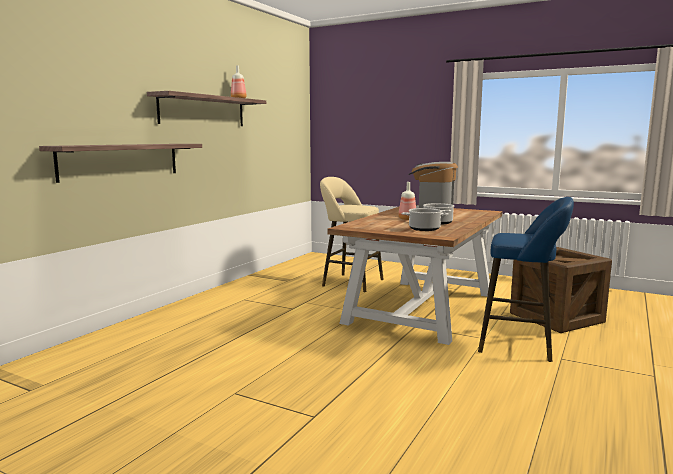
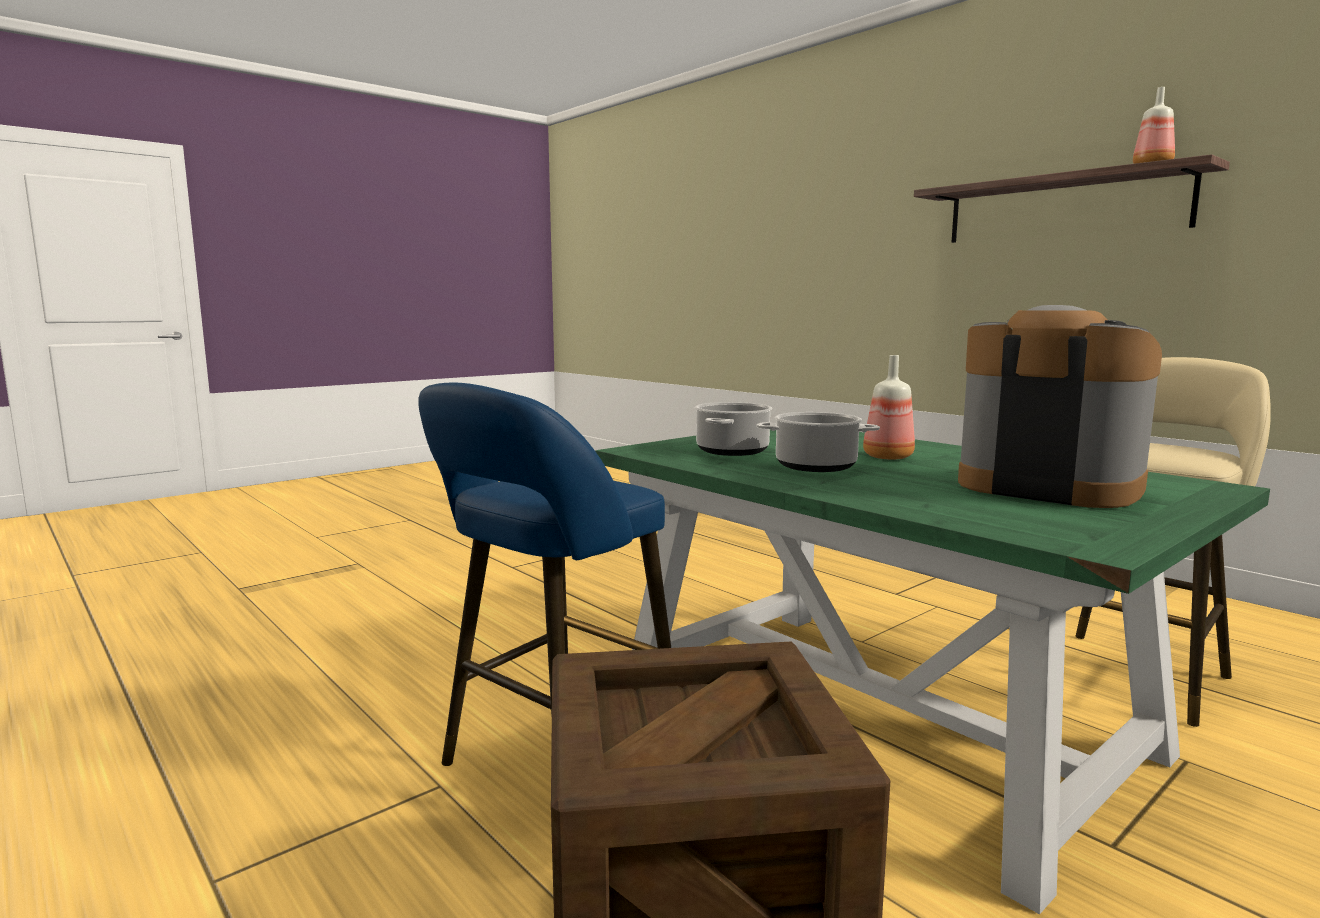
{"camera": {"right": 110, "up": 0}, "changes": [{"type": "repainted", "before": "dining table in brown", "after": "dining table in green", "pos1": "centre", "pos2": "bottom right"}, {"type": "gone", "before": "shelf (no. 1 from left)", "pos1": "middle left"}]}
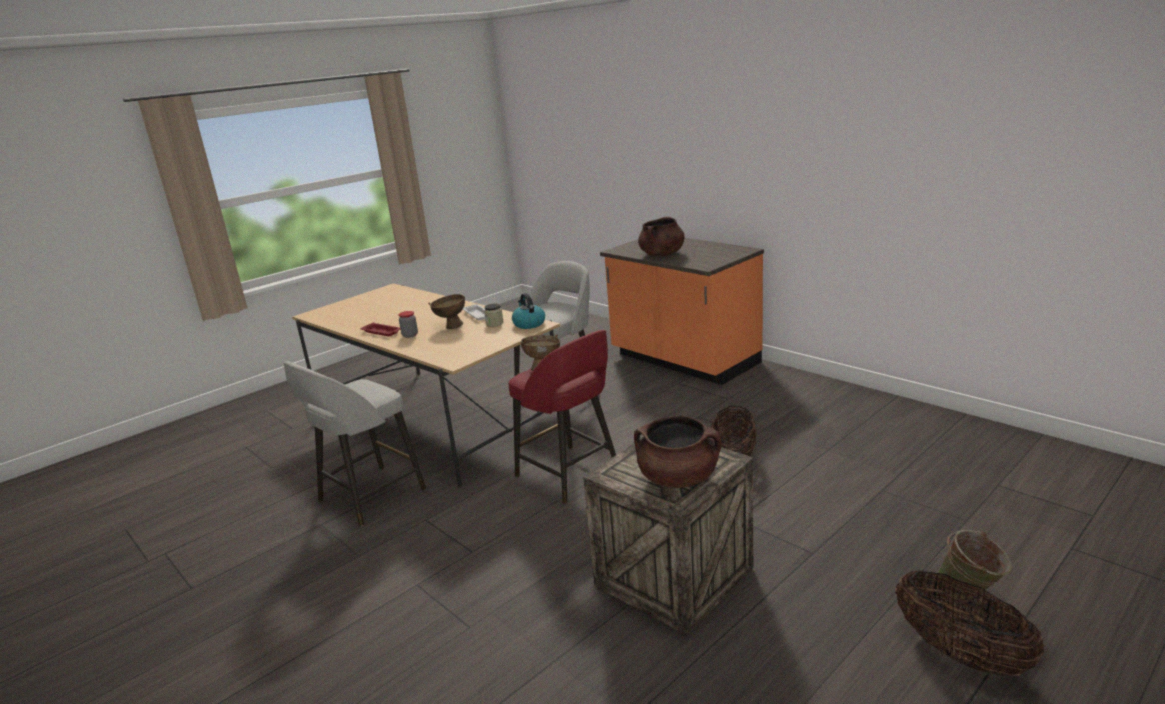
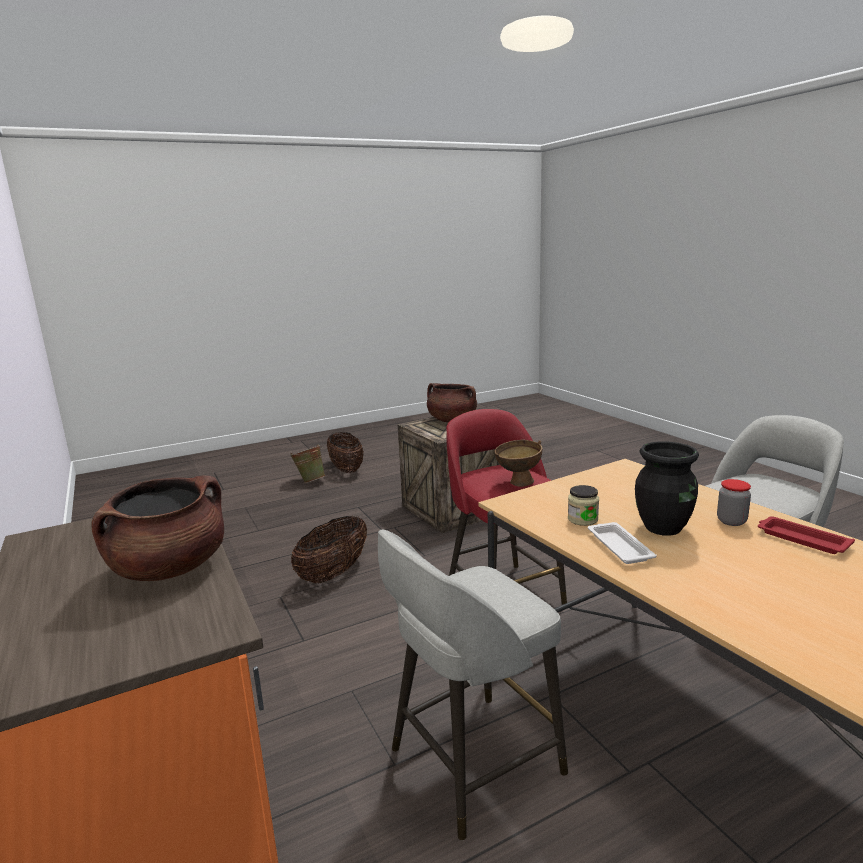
{"camera": {"right": -165, "up": -5}, "changes": [{"type": "swapped", "before": "bowl in brown (no. 1 from left)", "after": "vase in black", "pos1": "centre", "pos2": "middle right"}, {"type": "gone", "before": "kettle", "pos1": "centre"}]}
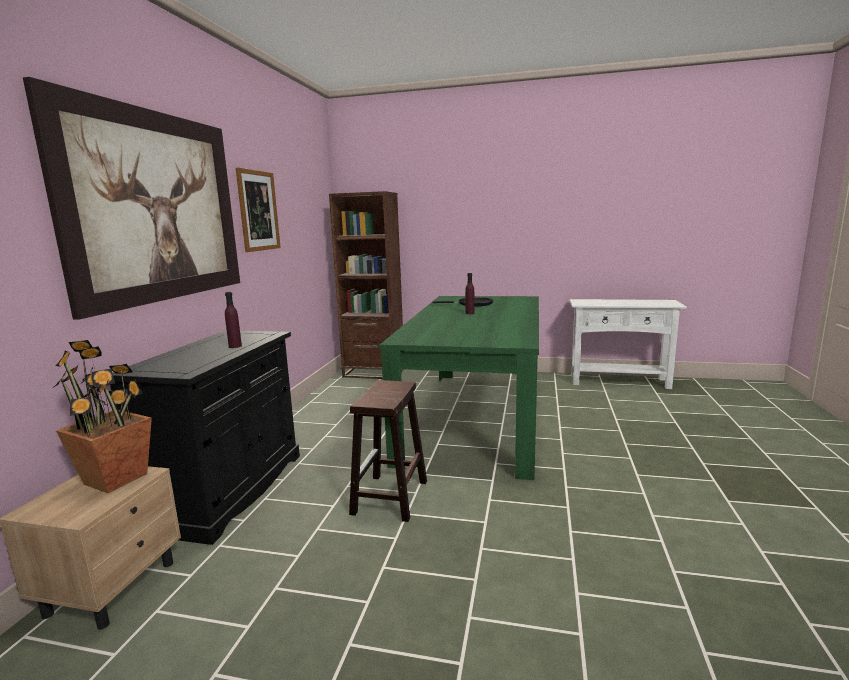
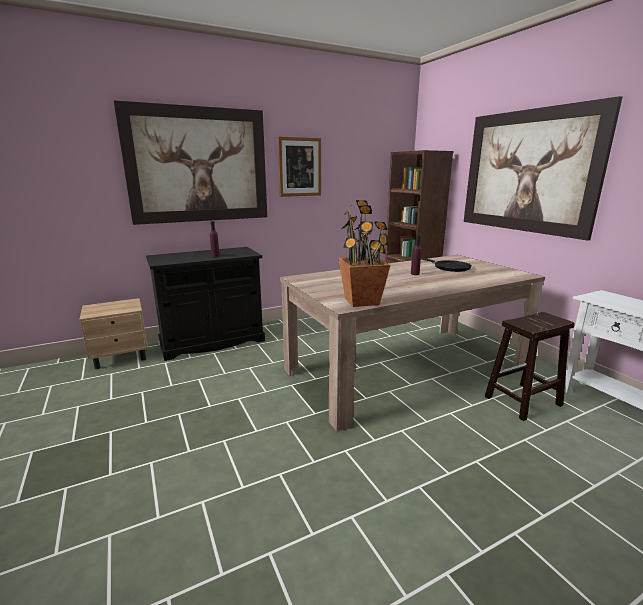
{"camera": {"right": 50, "up": 5}, "changes": [{"type": "repainted", "before": "dining table in green", "after": "dining table in beige", "pos1": "centre", "pos2": "centre"}, {"type": "shifted", "before": "potted plant", "pos1": "middle left", "pos2": "centre"}, {"type": "new", "after": "picture (no. 3 from left)", "pos2": "top right"}, {"type": "shifted", "before": "stool in brown", "pos1": "centre", "pos2": "middle right"}]}
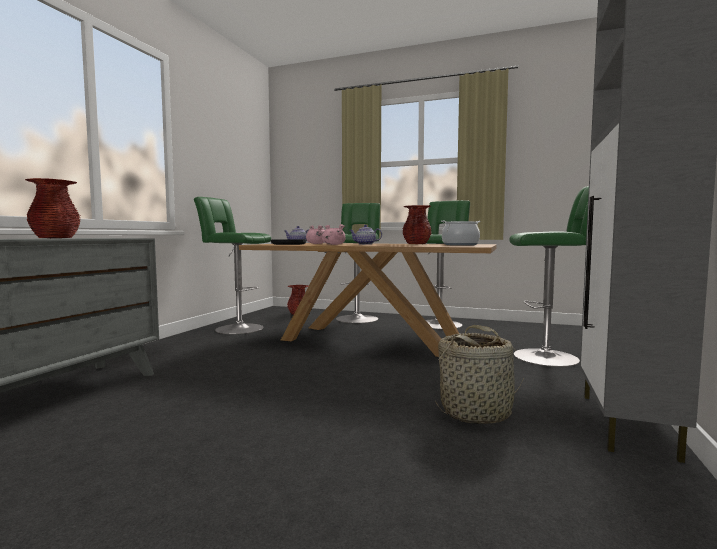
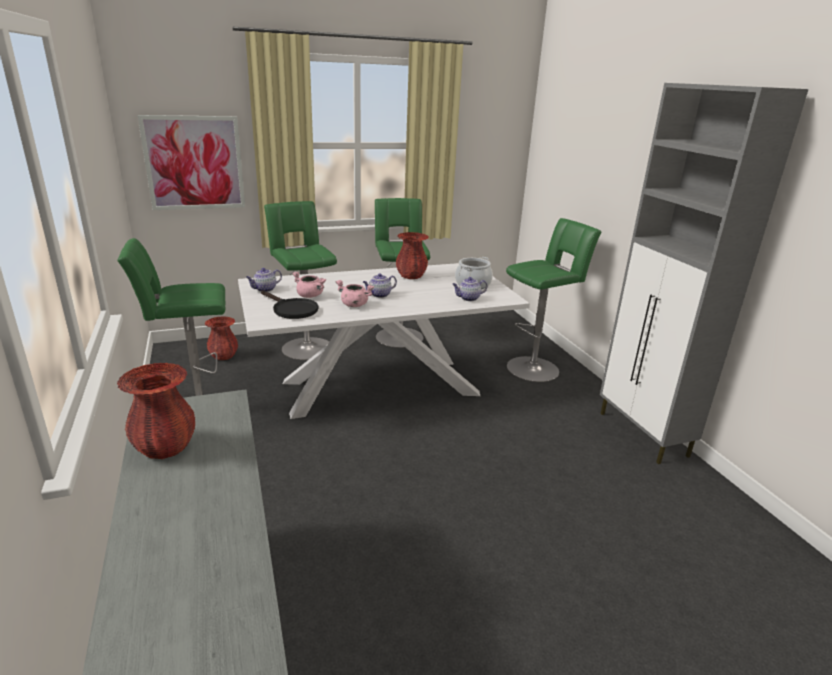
{"camera": {"right": -40, "up": 20}, "changes": [{"type": "new", "after": "picture", "pos2": "top left"}, {"type": "repainted", "before": "dining table in brown", "after": "dining table in white", "pos1": "centre", "pos2": "centre"}, {"type": "new", "after": "teapot (no. 3 from left)", "pos2": "centre"}, {"type": "gone", "before": "basket", "pos1": "bottom right"}]}
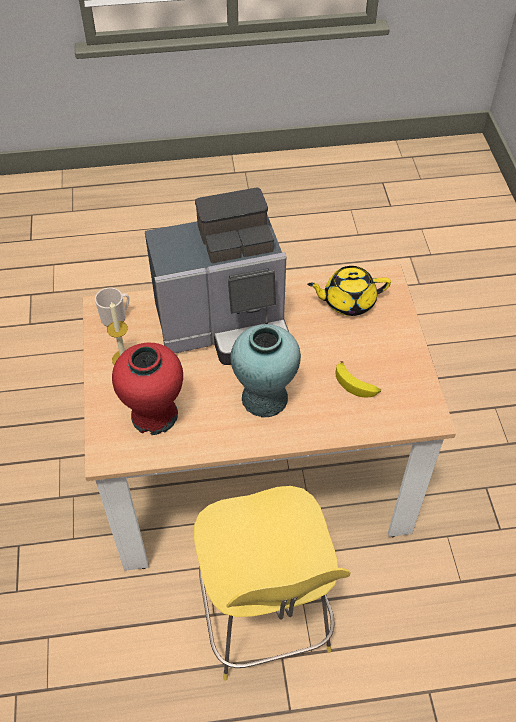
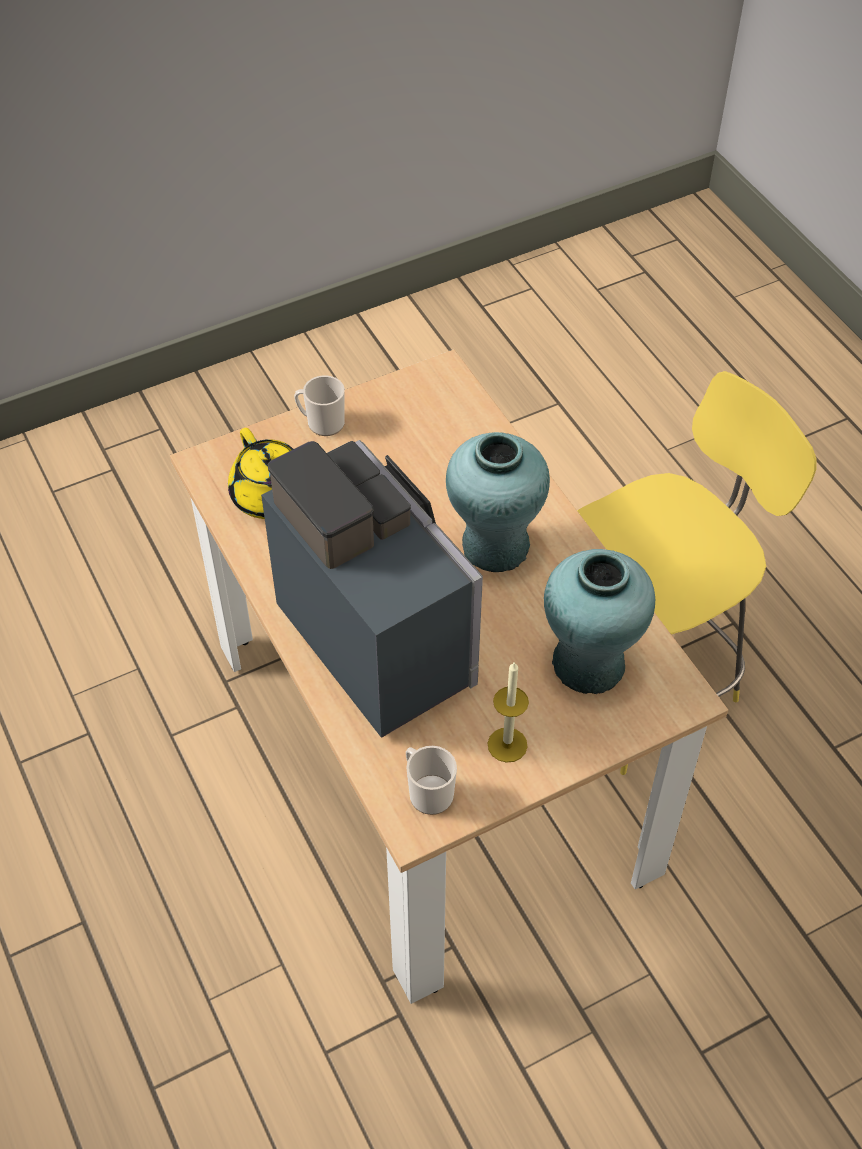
{"camera": {"right": -110, "up": 0}, "changes": [{"type": "new", "after": "mug (no. 1 from left)", "pos2": "centre"}, {"type": "repainted", "before": "vase in red", "after": "vase in turquoise (no. 2 from left)", "pos1": "middle left", "pos2": "middle right"}, {"type": "gone", "before": "banana", "pos1": "middle right"}]}
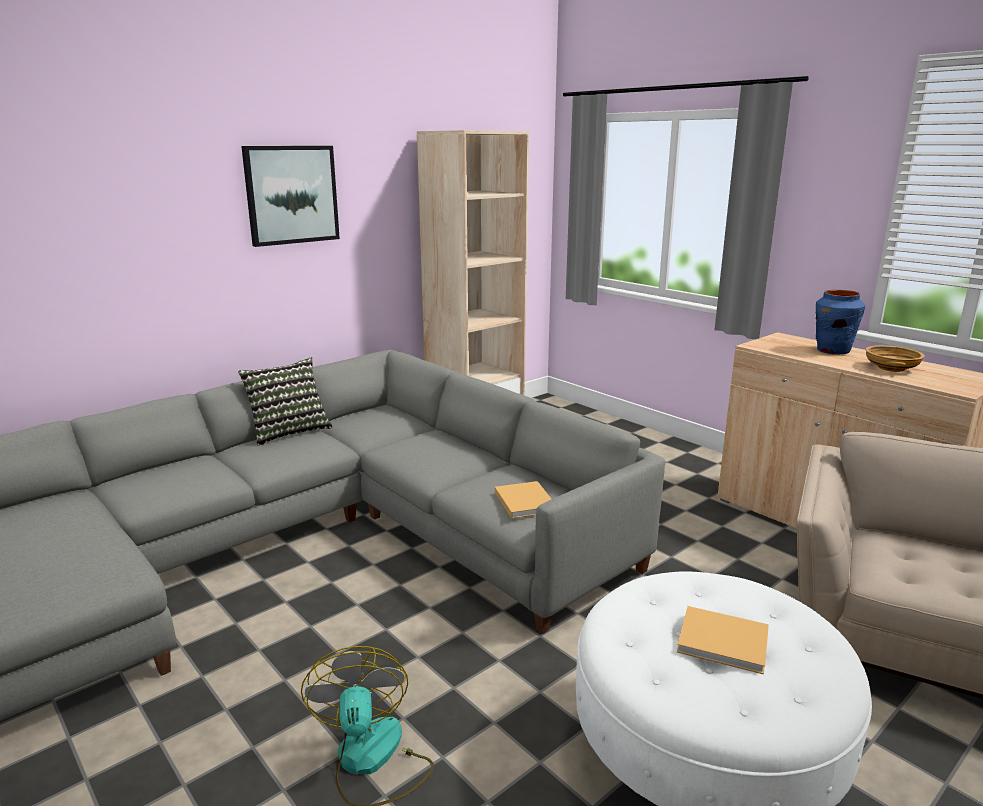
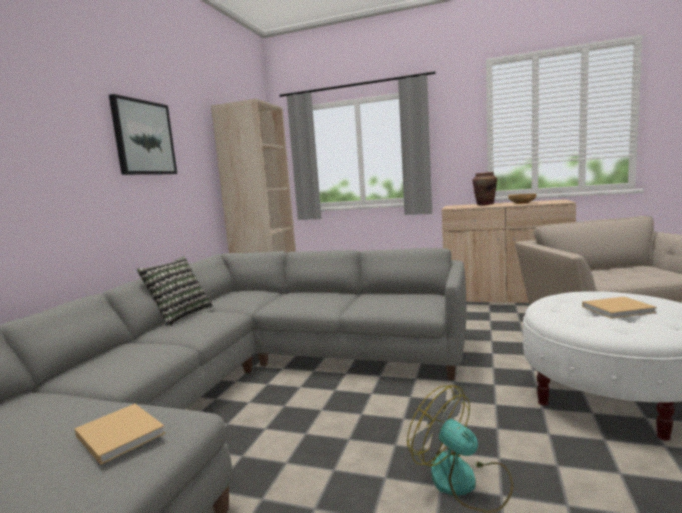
{"camera": {"right": -30, "up": -10}, "changes": [{"type": "shifted", "before": "book in beige (no. 1 from left)", "pos1": "centre", "pos2": "bottom left"}, {"type": "repainted", "before": "vase in blue", "after": "vase in brown", "pos1": "middle right", "pos2": "middle right"}]}
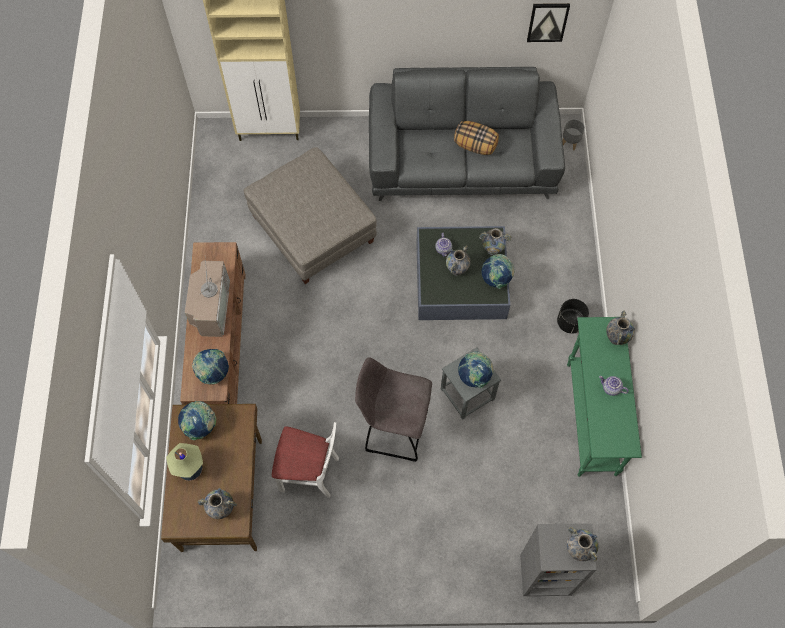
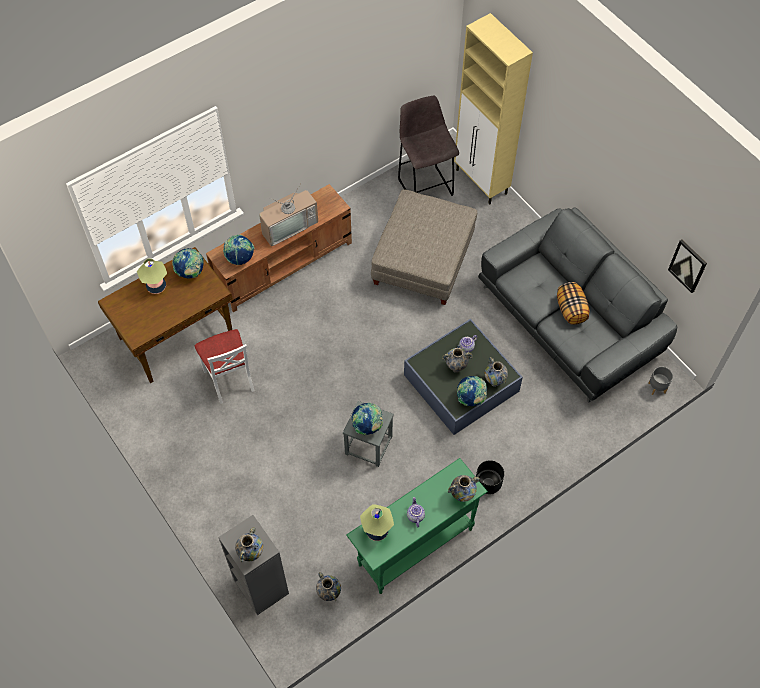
{"camera": {"right": 55, "up": -5}, "changes": [{"type": "shifted", "before": "vase (no. 1 from left in the first image)", "after": "vase (no. 2 from left)", "pos1": "bottom left", "pos2": "bottom centre"}, {"type": "new", "after": "table lamp (no. 2 from left)", "pos2": "bottom centre"}, {"type": "shifted", "before": "stool in grey (no. 1 from left in the first image)", "after": "stool in grey (no. 2 from left)", "pos1": "centre", "pos2": "top centre"}]}
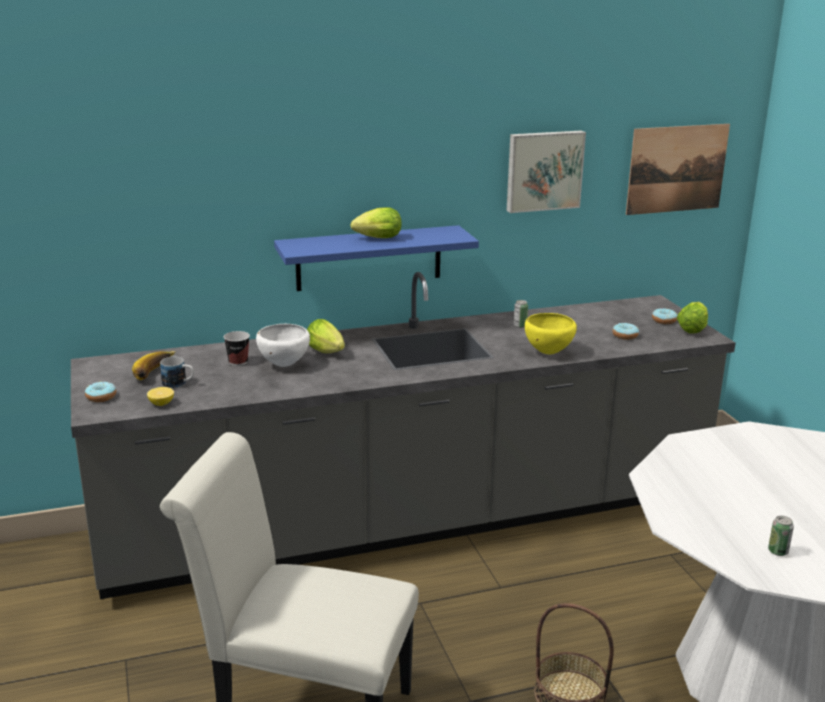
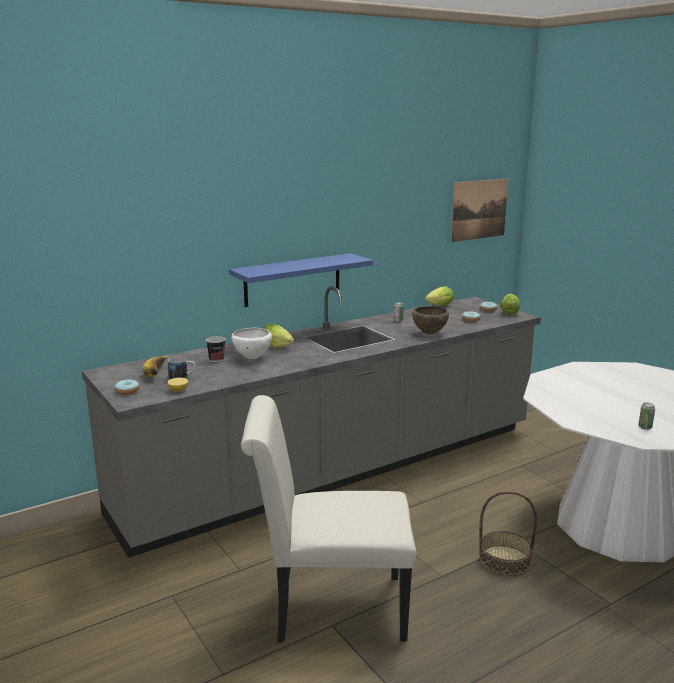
{"camera": {"right": -15, "up": -5}, "changes": [{"type": "repainted", "before": "bowl in yellow", "after": "bowl in brown", "pos1": "middle right", "pos2": "centre"}, {"type": "shifted", "before": "lettuce (no. 2 from left)", "pos1": "top centre", "pos2": "centre"}, {"type": "gone", "before": "picture (no. 1 from left)", "pos1": "top centre"}]}
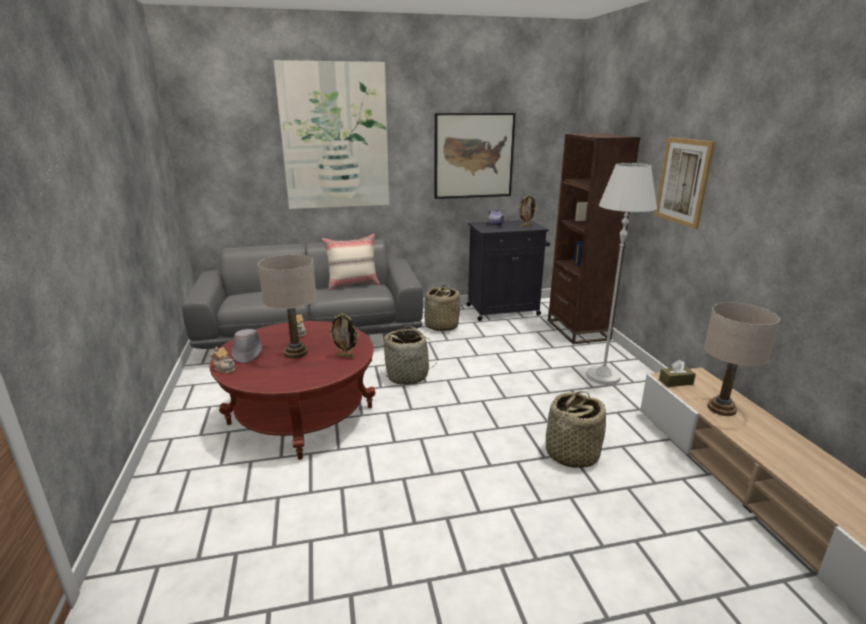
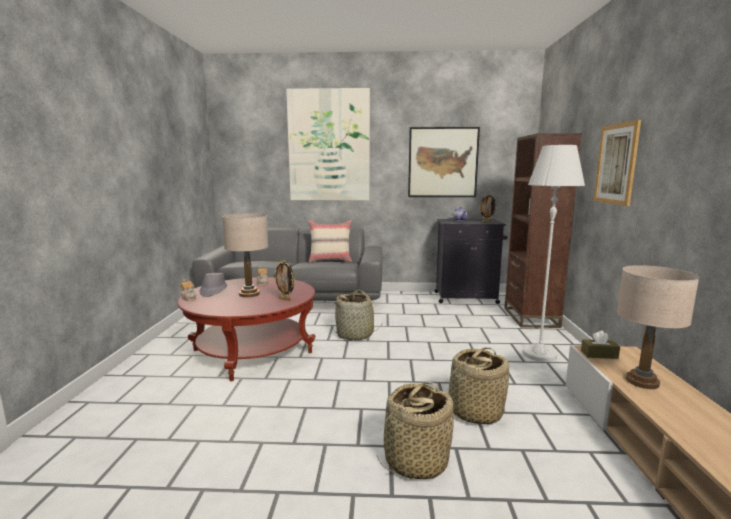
{"camera": {"right": 15, "up": -10}, "changes": [{"type": "shifted", "before": "basket (no. 2 from left)", "pos1": "centre", "pos2": "bottom centre"}]}
